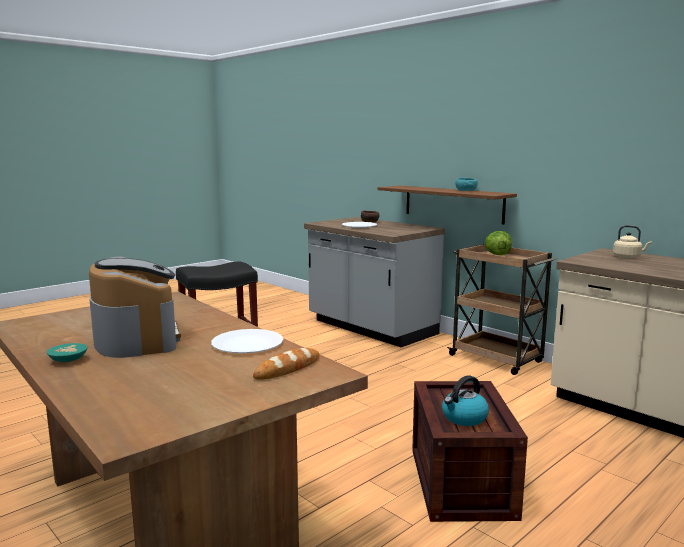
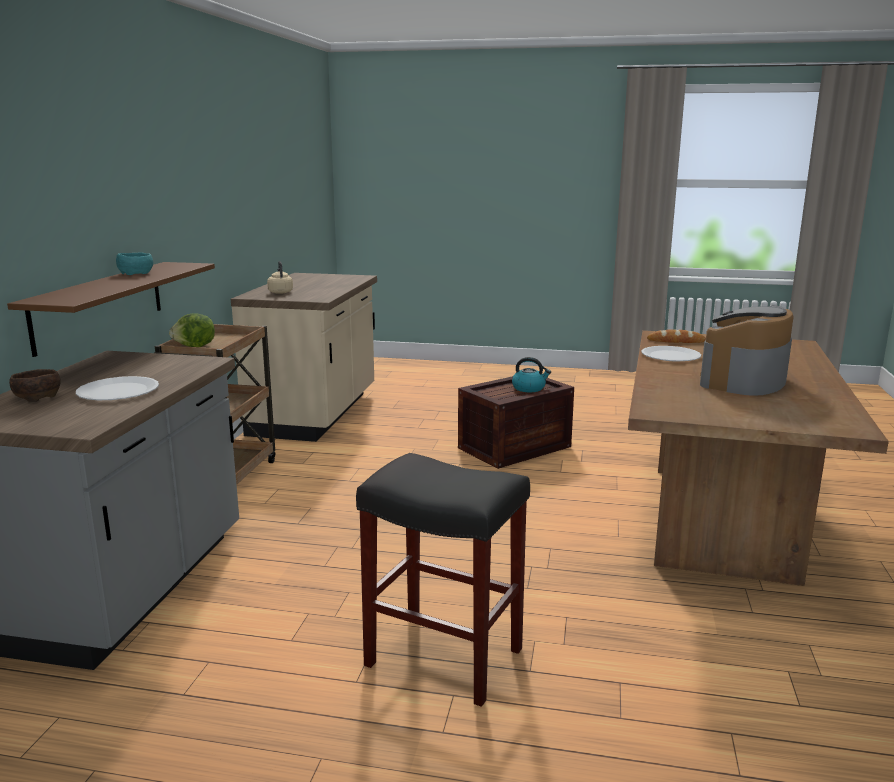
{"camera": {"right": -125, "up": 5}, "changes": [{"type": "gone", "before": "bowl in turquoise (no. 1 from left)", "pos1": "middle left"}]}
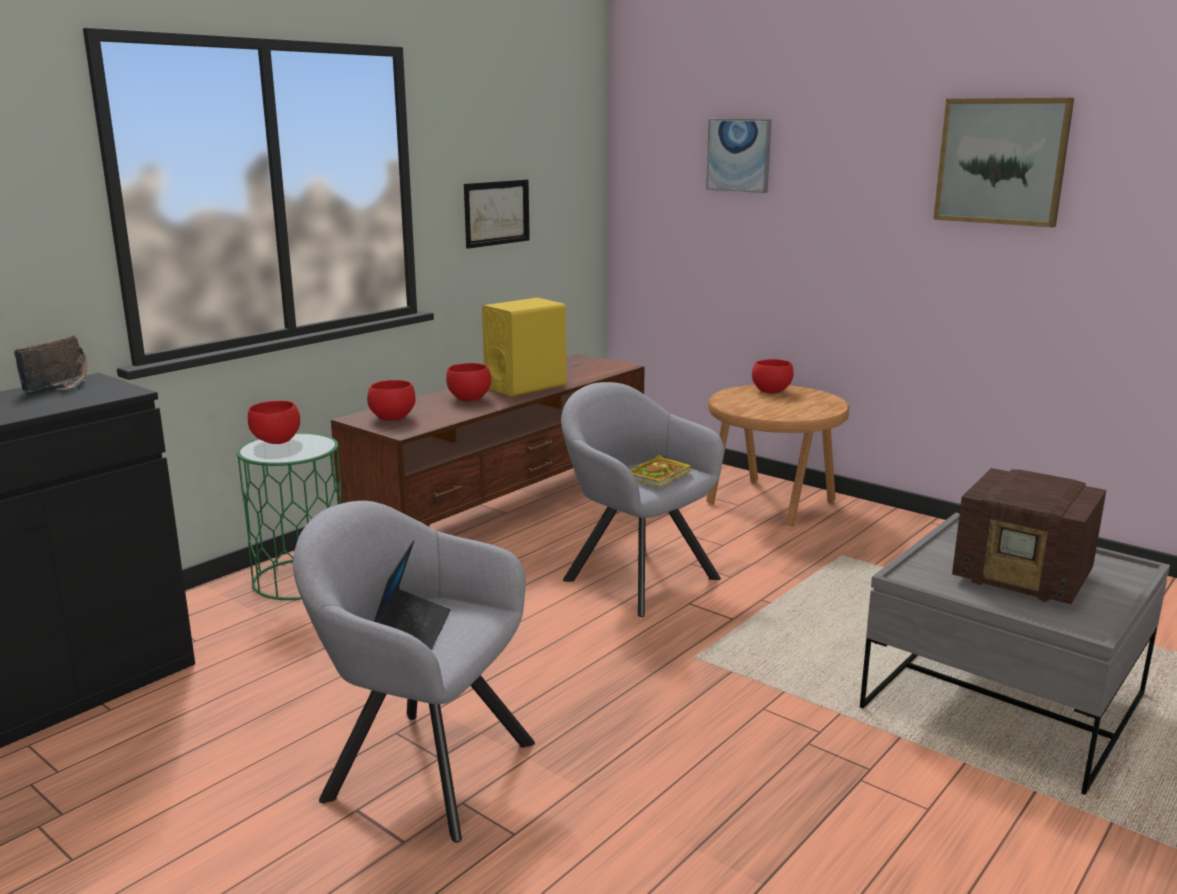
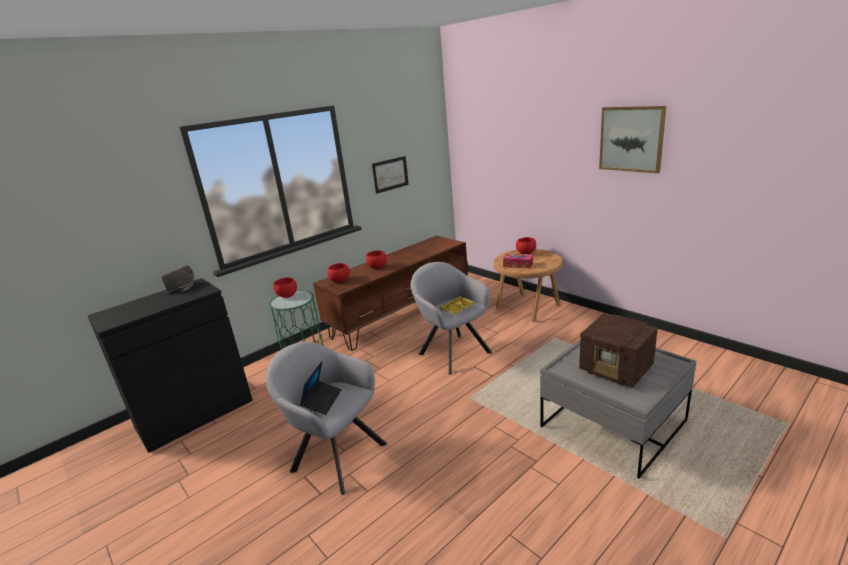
{"camera": {"right": 10, "up": 5}, "changes": [{"type": "new", "after": "tissue box", "pos2": "centre"}, {"type": "gone", "before": "speaker in yellow", "pos1": "centre"}, {"type": "gone", "before": "picture (no. 2 from left)", "pos1": "top centre"}]}
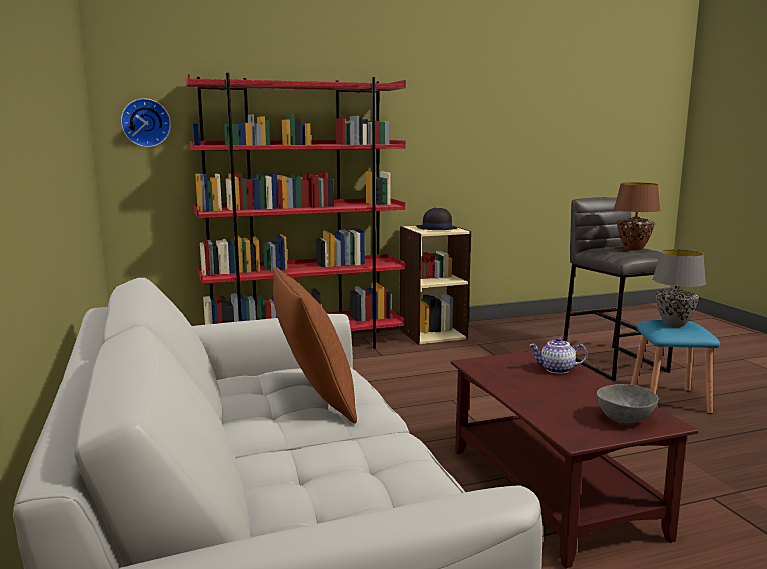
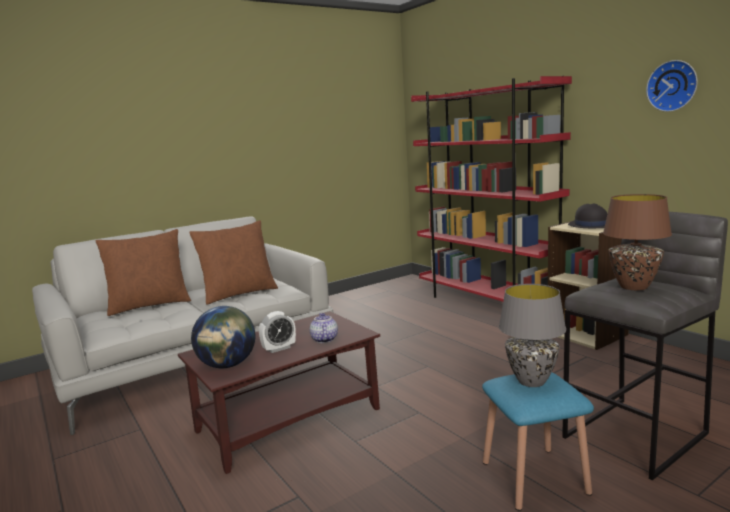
{"camera": {"right": 75, "up": 0}, "changes": [{"type": "new", "after": "pillow in brown (no. 1 from left)", "pos2": "middle left"}, {"type": "swapped", "before": "bowl in grey", "after": "globe", "pos1": "bottom right", "pos2": "middle left"}, {"type": "new", "after": "alarm clock", "pos2": "centre"}, {"type": "shifted", "before": "wall clock", "pos1": "top left", "pos2": "top right"}]}
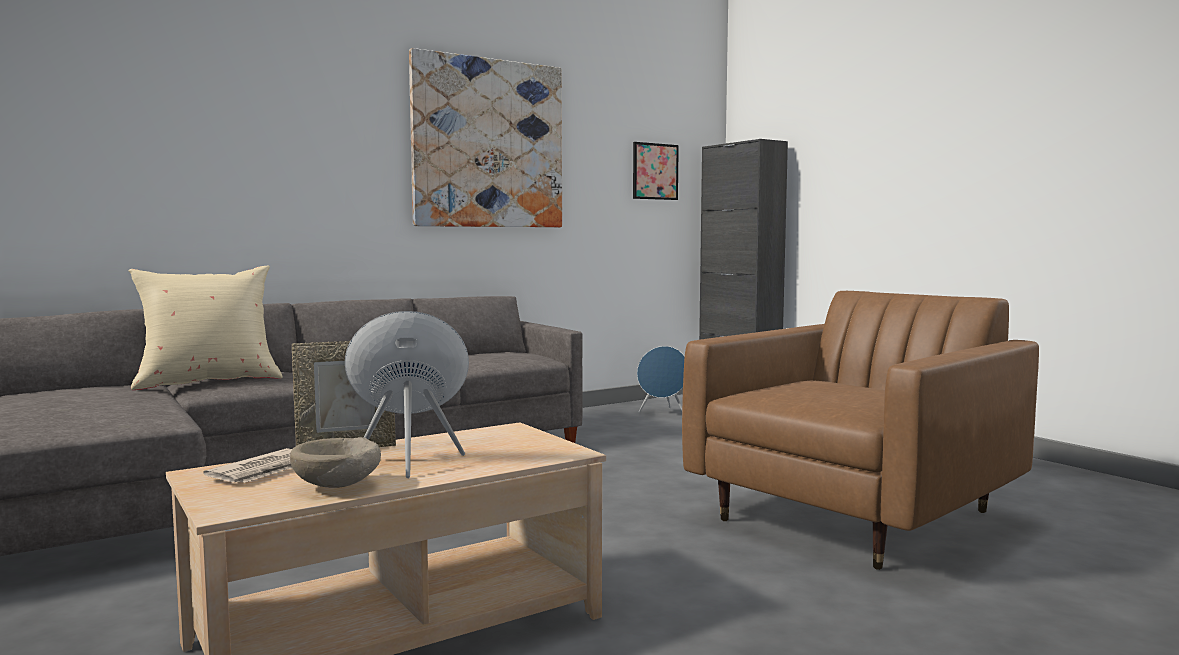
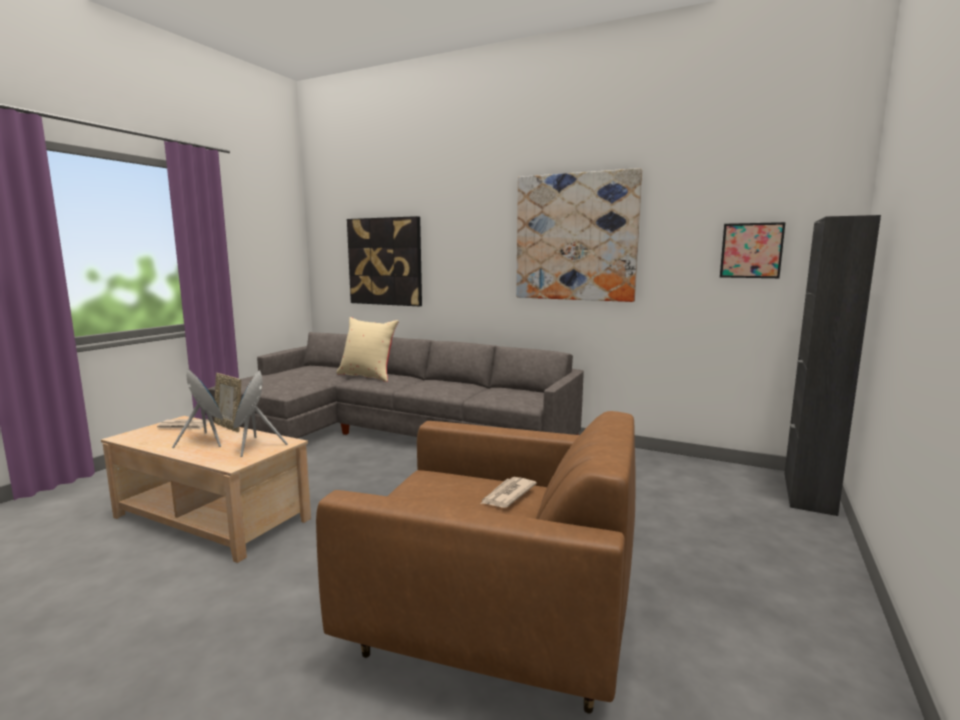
{"camera": {"right": 60, "up": 5}, "changes": [{"type": "shifted", "before": "speaker in blue (no. 2 from left)", "pos1": "centre", "pos2": "middle left"}, {"type": "new", "after": "picture (no. 1 from left)", "pos2": "centre"}, {"type": "new", "after": "newspaper (no. 2 from left)", "pos2": "bottom centre"}, {"type": "gone", "before": "bowl in beige", "pos1": "bottom left"}]}
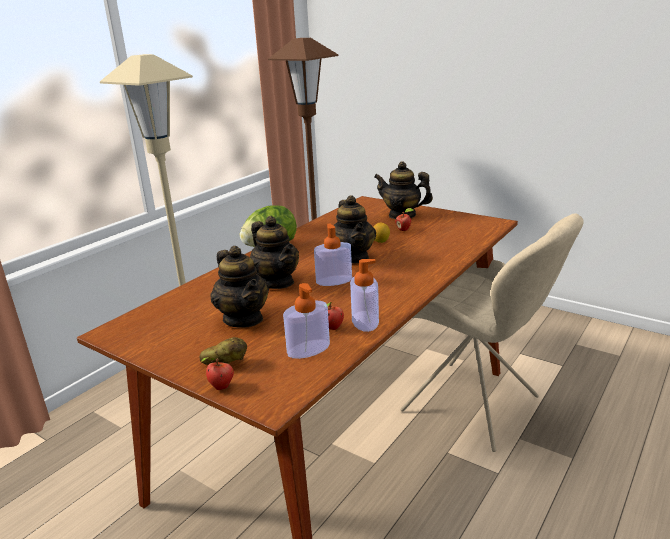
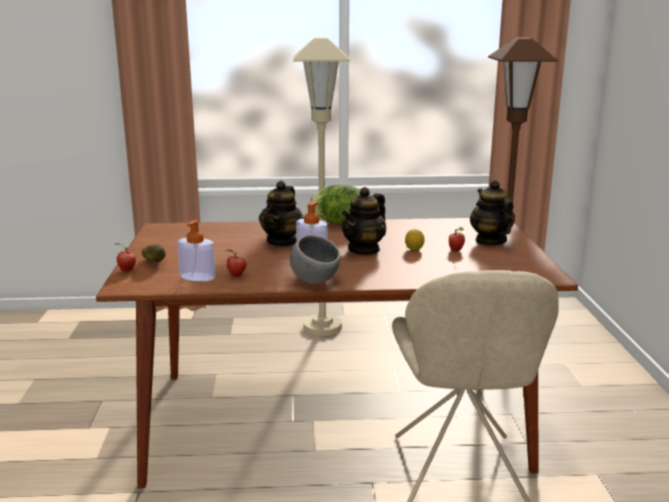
{"camera": {"right": 50, "up": -5}, "changes": [{"type": "new", "after": "bowl in grey", "pos2": "centre"}, {"type": "gone", "before": "teapot (no. 1 from left)", "pos1": "centre"}, {"type": "gone", "before": "soap dispenser (no. 3 from left)", "pos1": "centre"}]}
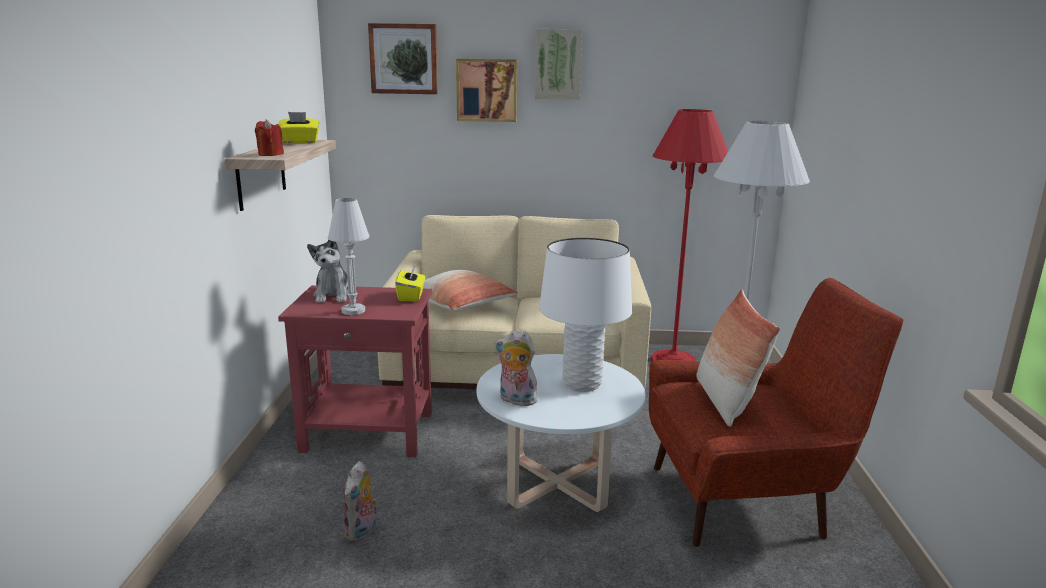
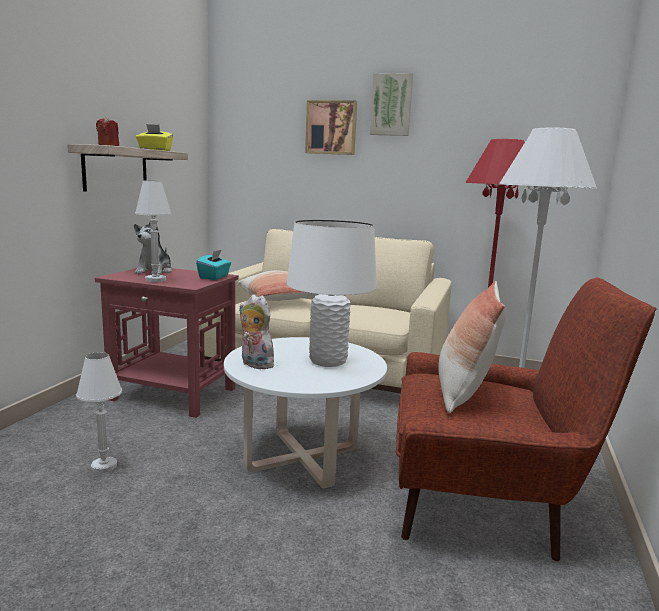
{"camera": {"right": 15, "up": -5}, "changes": [{"type": "swapped", "before": "plush toy (no. 2 from left)", "after": "table lamp in white (no. 1 from left)", "pos1": "bottom centre", "pos2": "bottom left"}, {"type": "repainted", "before": "tissue box in yellow (no. 2 from left)", "after": "tissue box in turquoise", "pos1": "centre", "pos2": "middle left"}, {"type": "gone", "before": "picture (no. 1 from left)", "pos1": "top centre"}]}
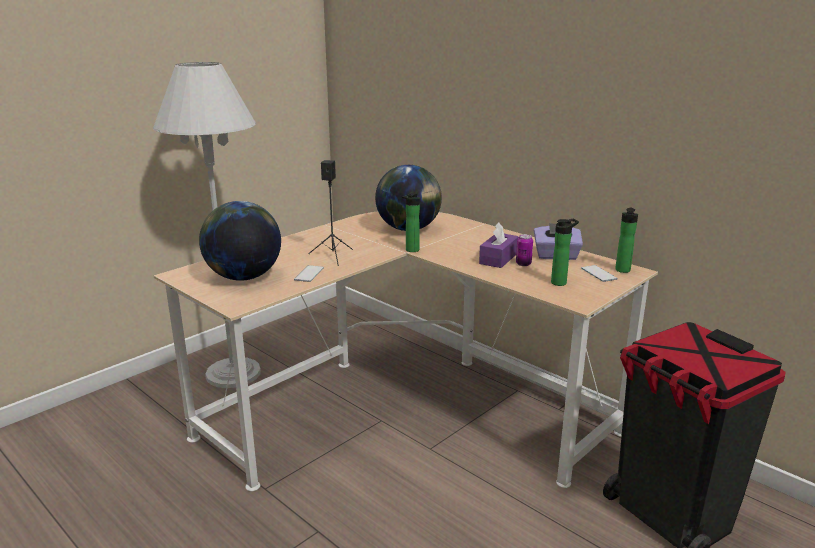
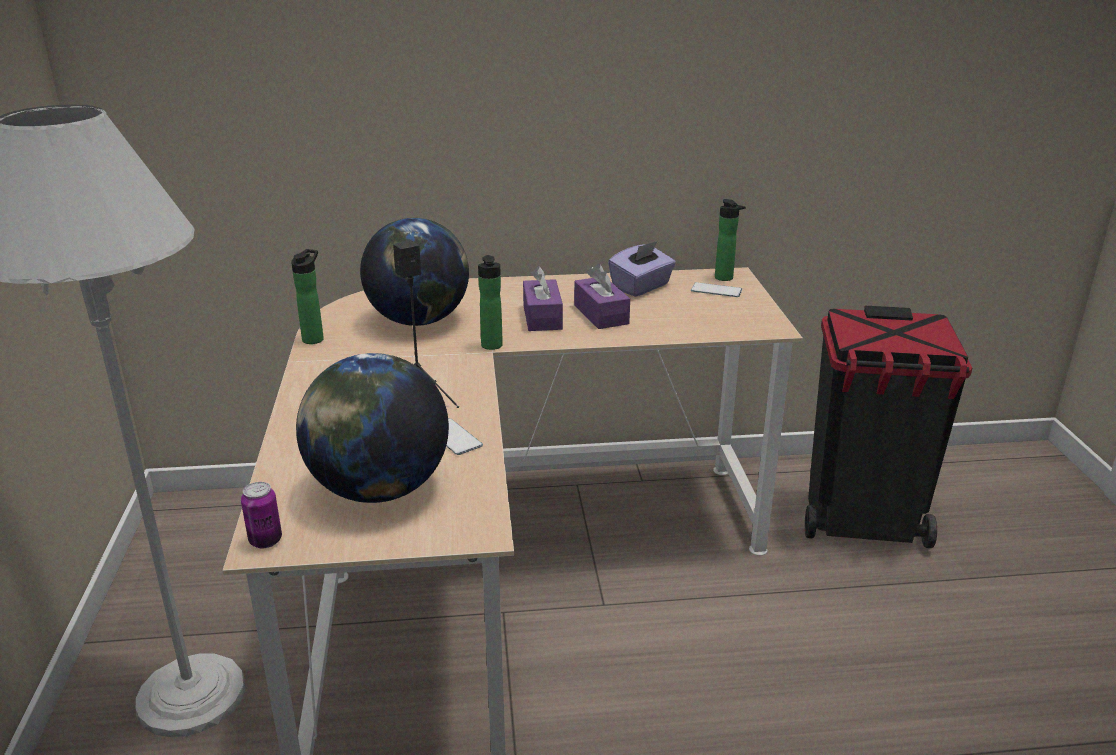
{"camera": {"right": -50, "up": 5}, "changes": [{"type": "shifted", "before": "can", "pos1": "centre", "pos2": "bottom left"}, {"type": "shifted", "before": "bottle (no. 2 from left in the first image)", "after": "bottle (no. 1 from left)", "pos1": "middle right", "pos2": "middle left"}, {"type": "new", "after": "tissue box in purple (no. 1 from left)", "pos2": "centre"}]}
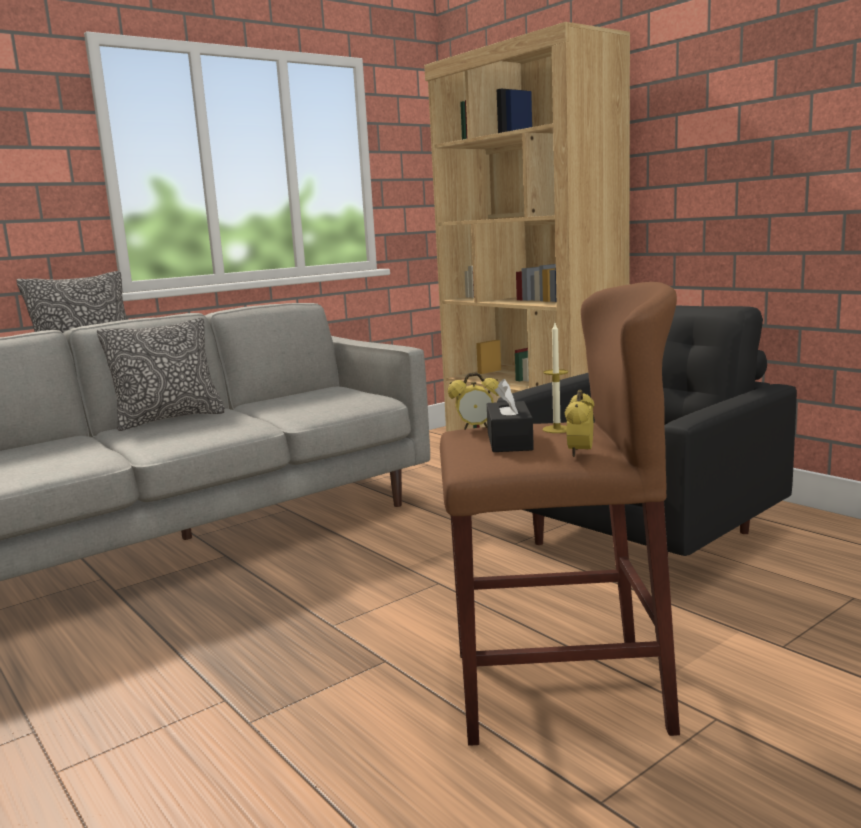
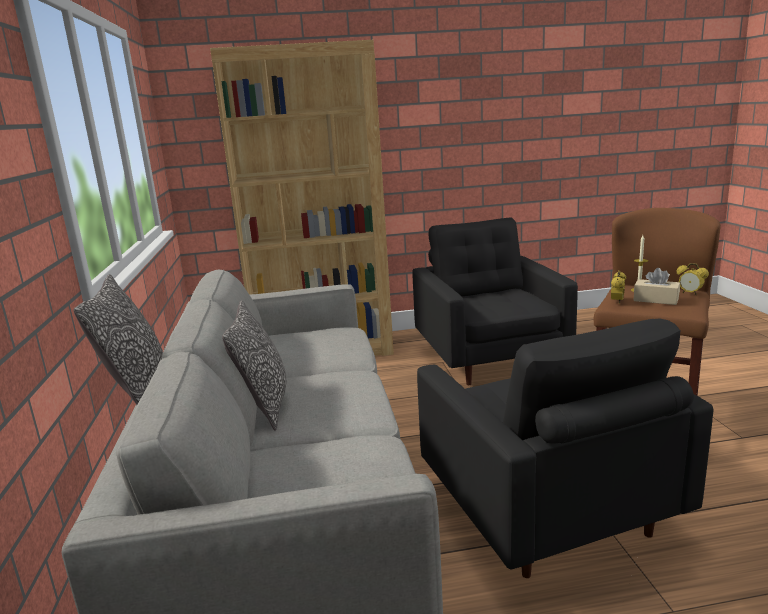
{"camera": {"right": -60, "up": 5}, "changes": [{"type": "new", "after": "armchair in black (no. 2 from left)", "pos2": "bottom right"}, {"type": "repainted", "before": "tissue box in black", "after": "tissue box in beige", "pos1": "centre", "pos2": "middle right"}]}
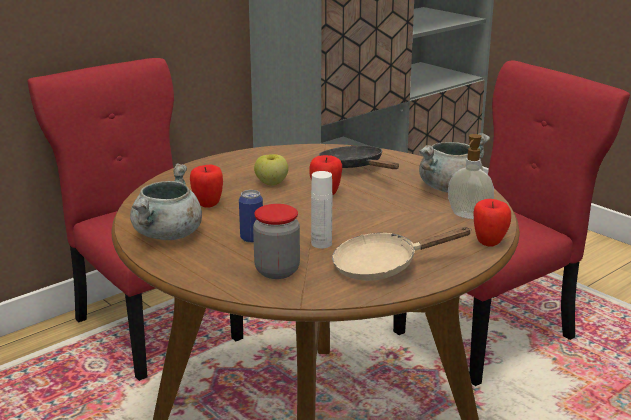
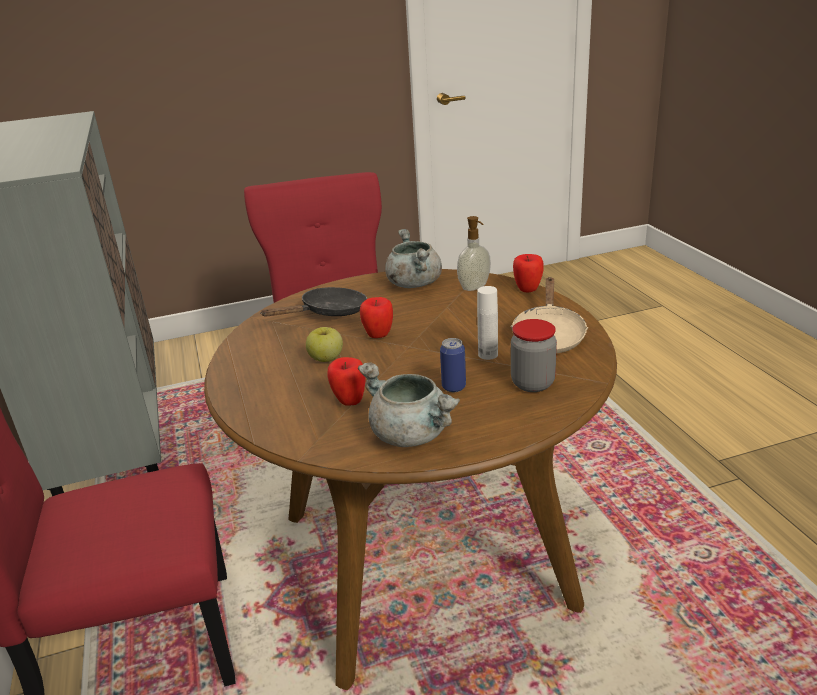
{"camera": {"right": -65, "up": 5}, "changes": [{"type": "rotated", "before": "frying pan in black", "pos1": "centre", "pos2": "centre", "turn": 150}]}
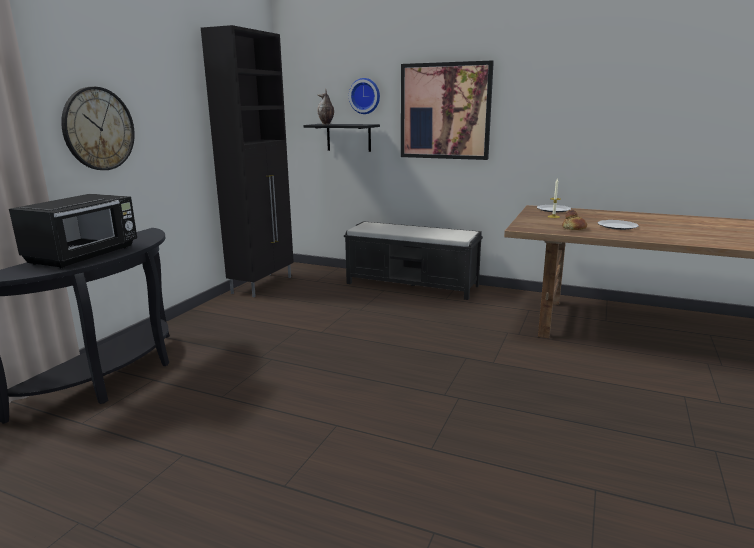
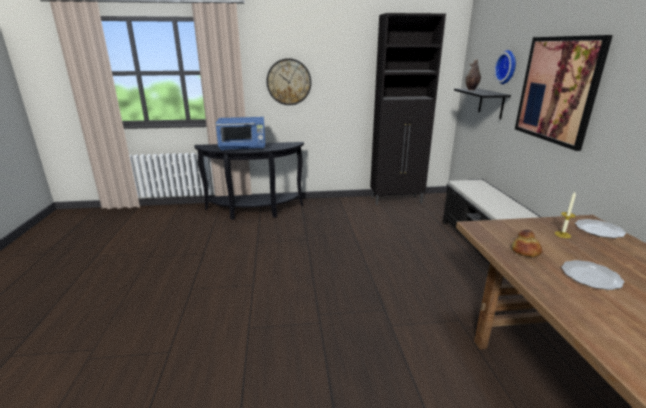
{"camera": {"right": 60, "up": 5}, "changes": [{"type": "repainted", "before": "microwave in black", "after": "microwave in blue", "pos1": "middle left", "pos2": "top centre"}]}
